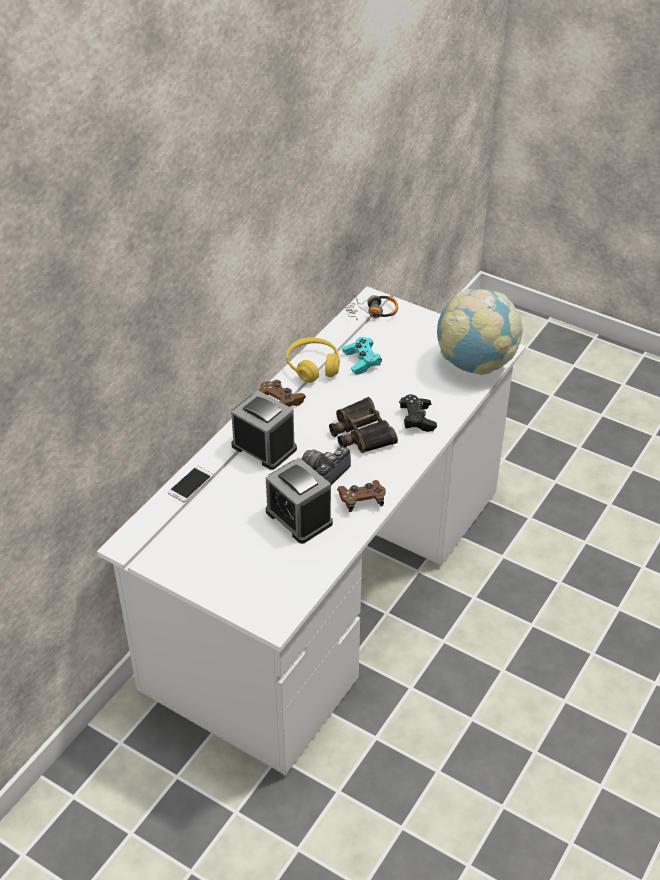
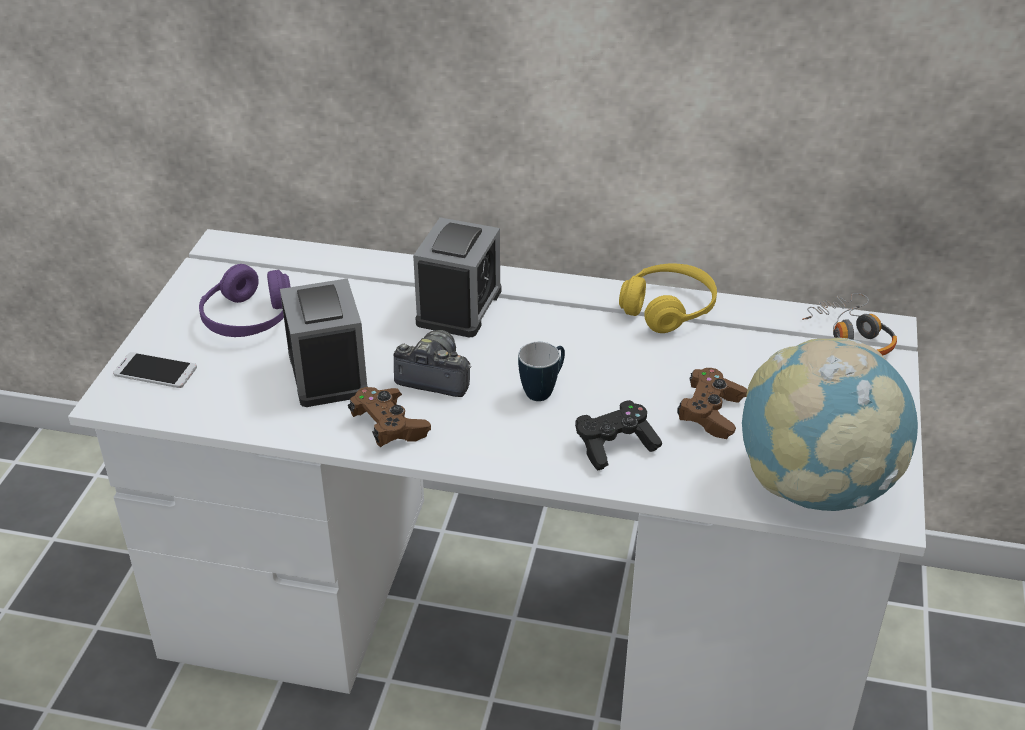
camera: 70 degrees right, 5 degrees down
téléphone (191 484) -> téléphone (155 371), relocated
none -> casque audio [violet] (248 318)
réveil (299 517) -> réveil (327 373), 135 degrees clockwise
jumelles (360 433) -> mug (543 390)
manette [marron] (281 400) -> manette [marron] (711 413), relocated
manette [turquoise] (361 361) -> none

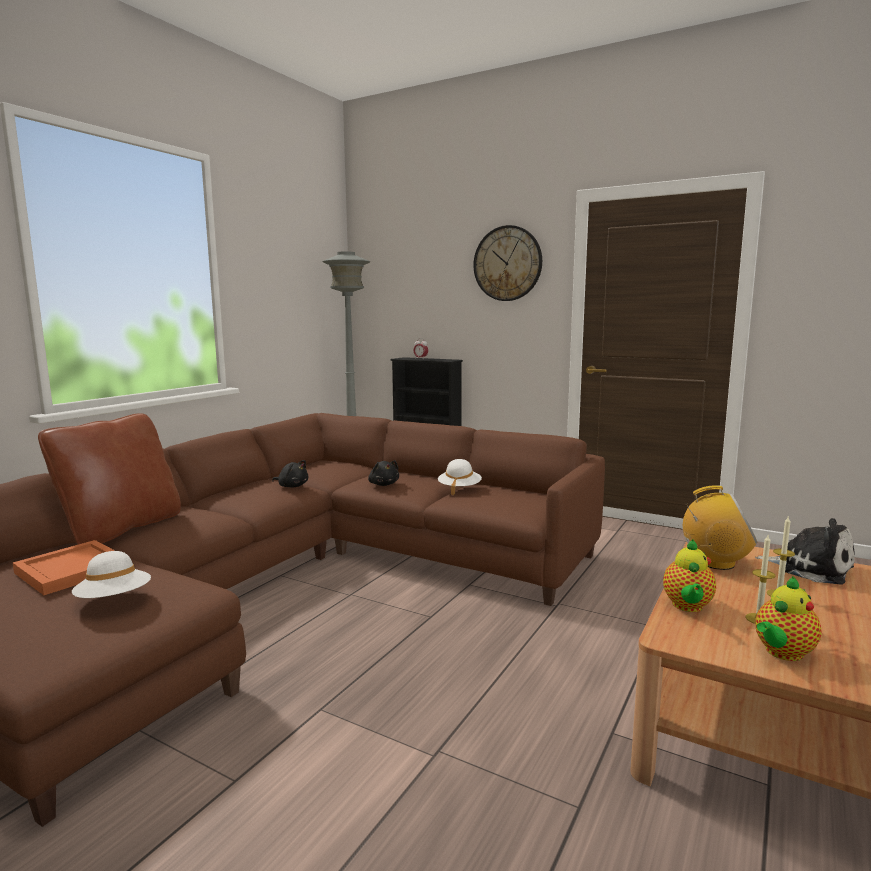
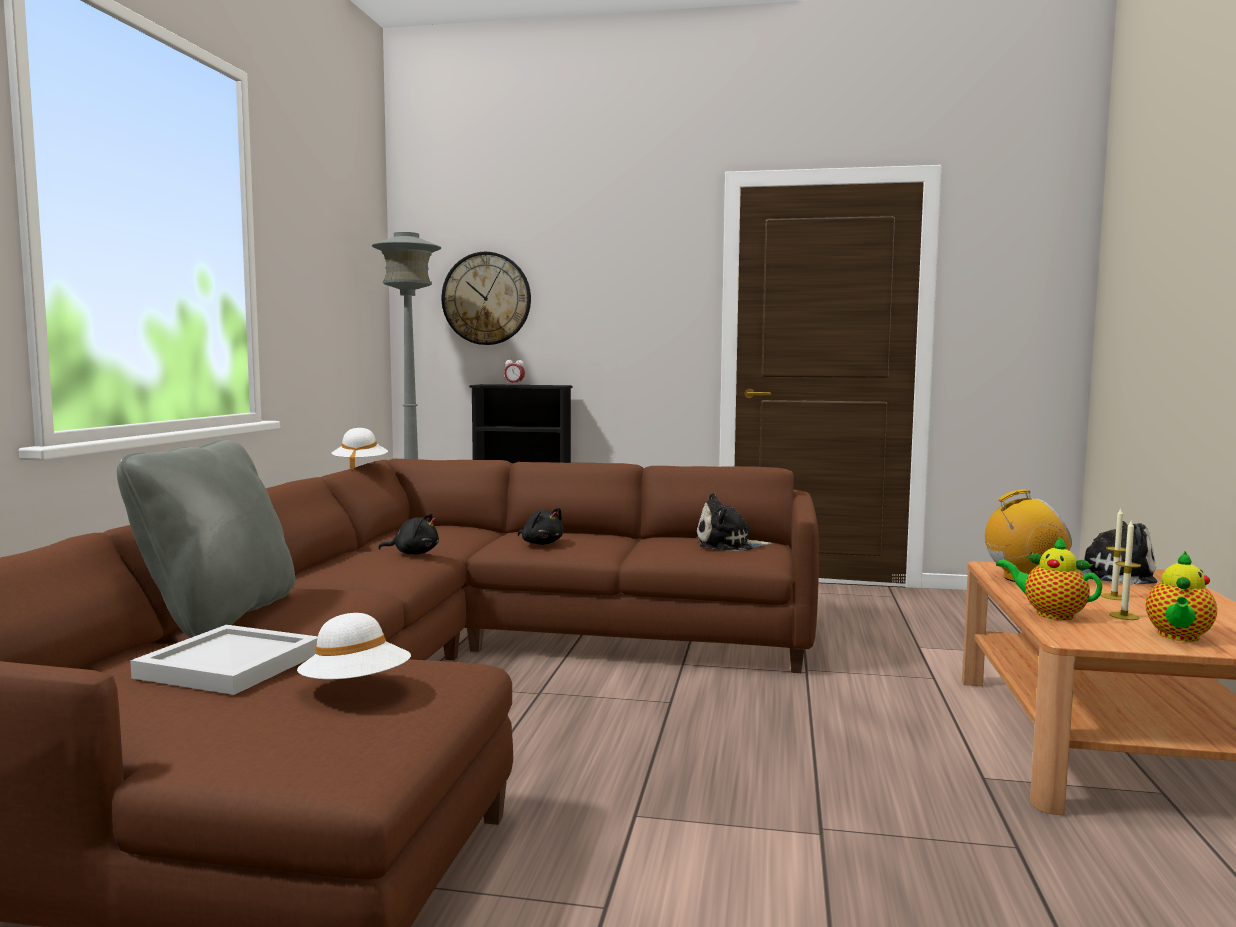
camera: 20 degrees left, 5 degrees down
coussin [marron] (121 528) -> coussin [gris] (218 617)
plateau [orange] (74 570) -> plateau [blanc] (233 664)
chapeau [blanc] (459 489) -> chapeau [blanc] (360 466), relocated
horloge murale (507 263) -> horloge murale (486 298), relocated
none -> peluche (728 545)
théière (687 606) -> théière (1050 614), 135 degrees clockwise

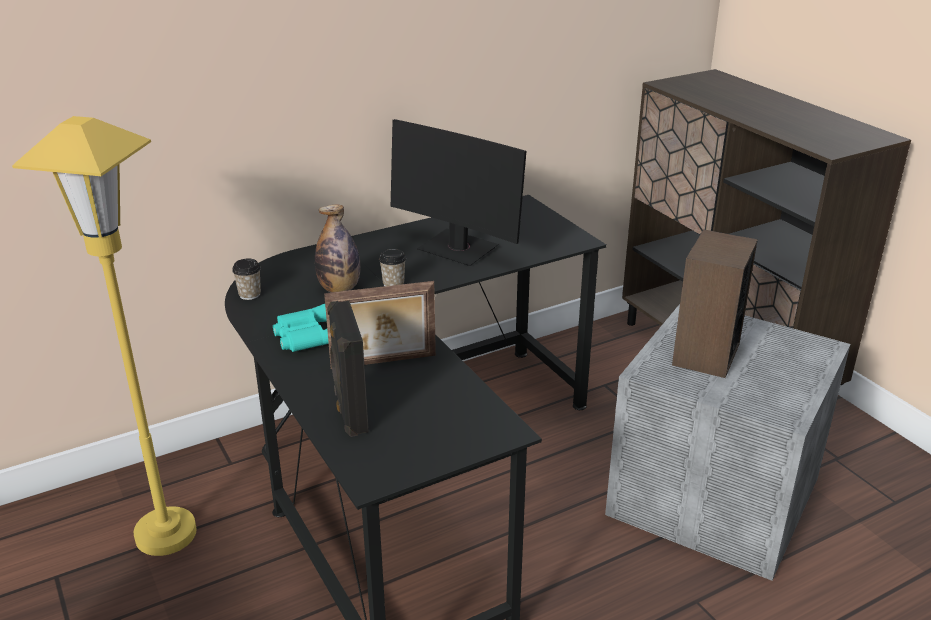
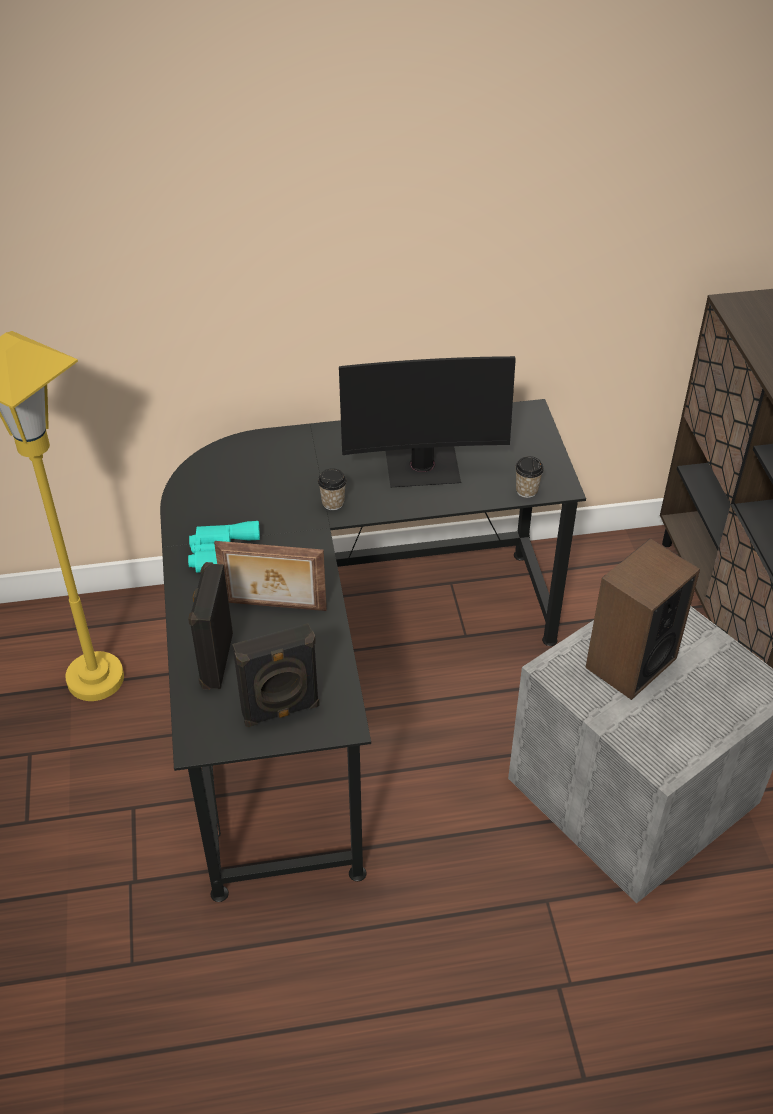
camera: 20 degrees right, 15 degrees up
none -> enceinte [noir] (281 711)
écran d'ordinateur (458 249) -> écran d'ordinateur (422 468), 60 degrees counterclockwise
tasse (249 294) -> tasse (526 490), relocated
bouteille (339 289) -> none

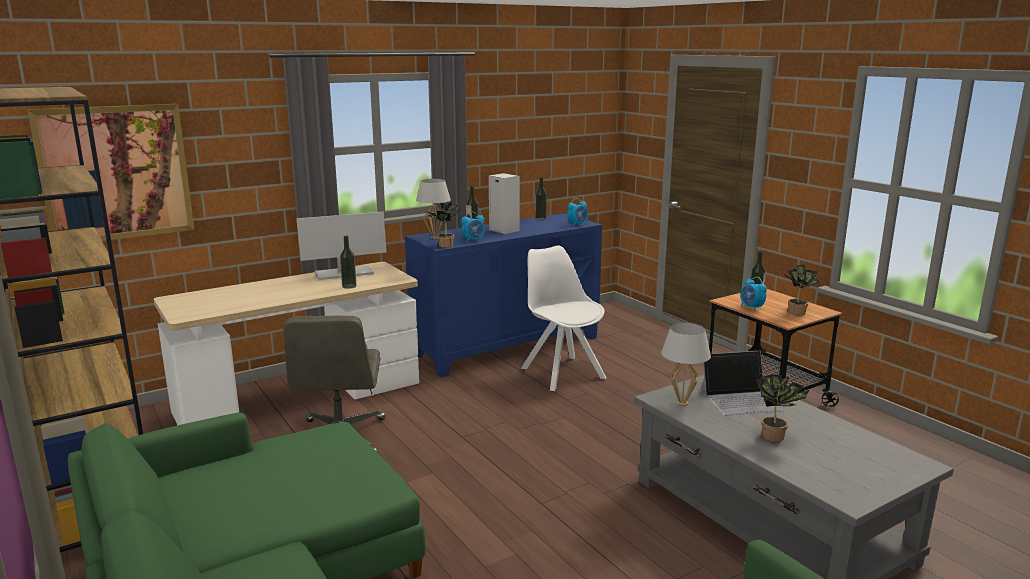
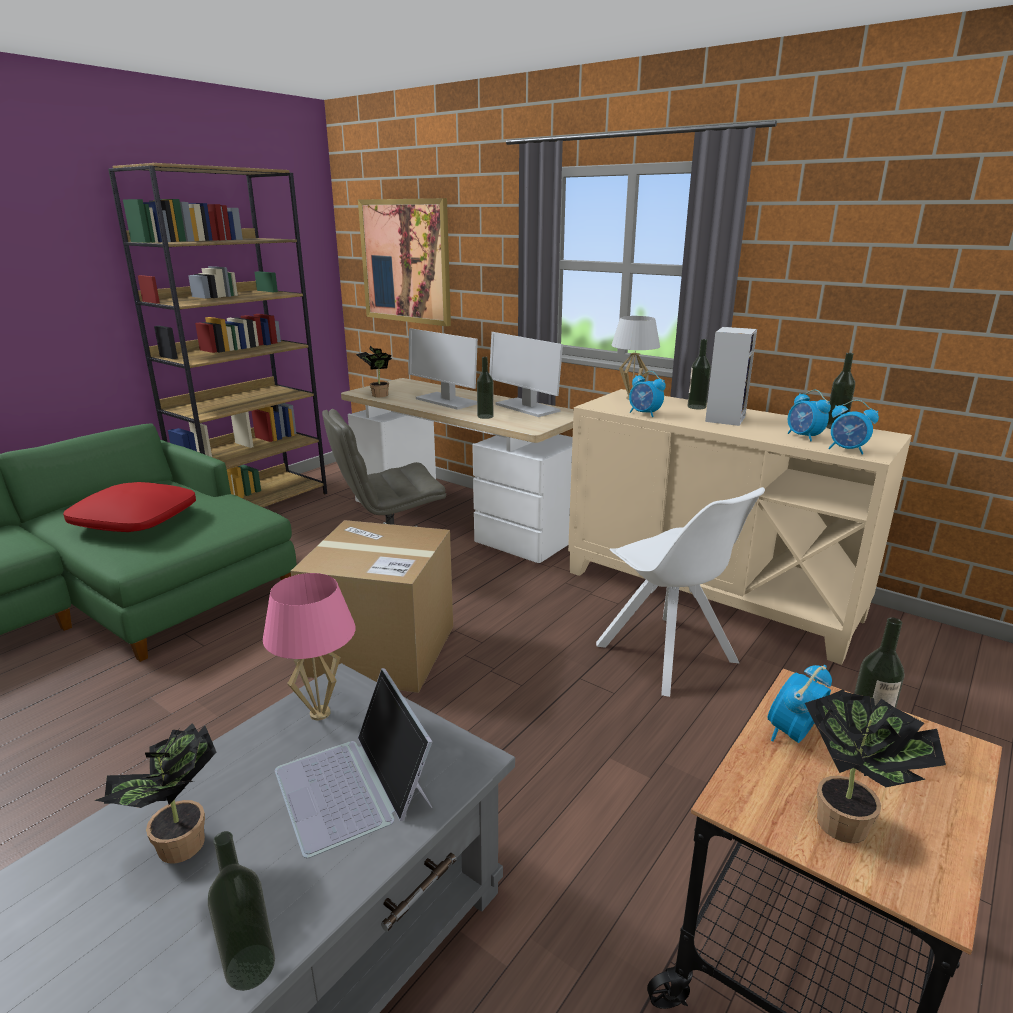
camera: 70 degrees right, 5 degrees up
none -> coussin [rouge] (136 520)
none -> bouteille (250 966)
lampe de table [blanc] (682 403) -> lampe de table [rose] (320 713)
none -> carton (383 650)
plante en pot (444 246) -> plante en pot (377 395), relocated
none -> écran d'ordinateur (446 401)
meuble de rangement [bleu] (506 346) -> meuble de rangement [beige] (710 593)
chaise [blanc] (561 372) -> chaise [blanc] (668 655), 105 degrees clockwise
none -> réveil (804 437)

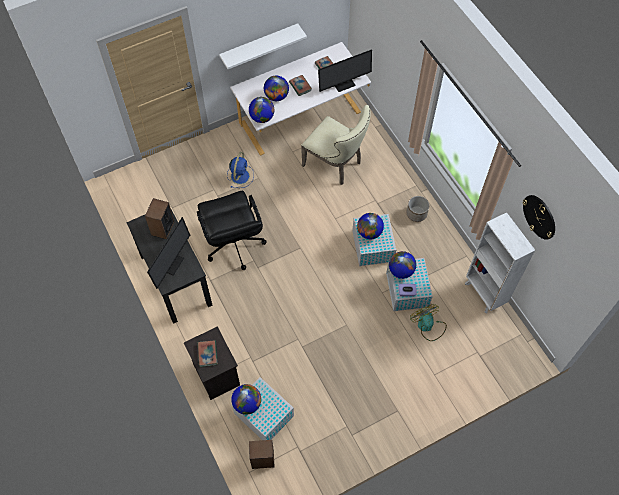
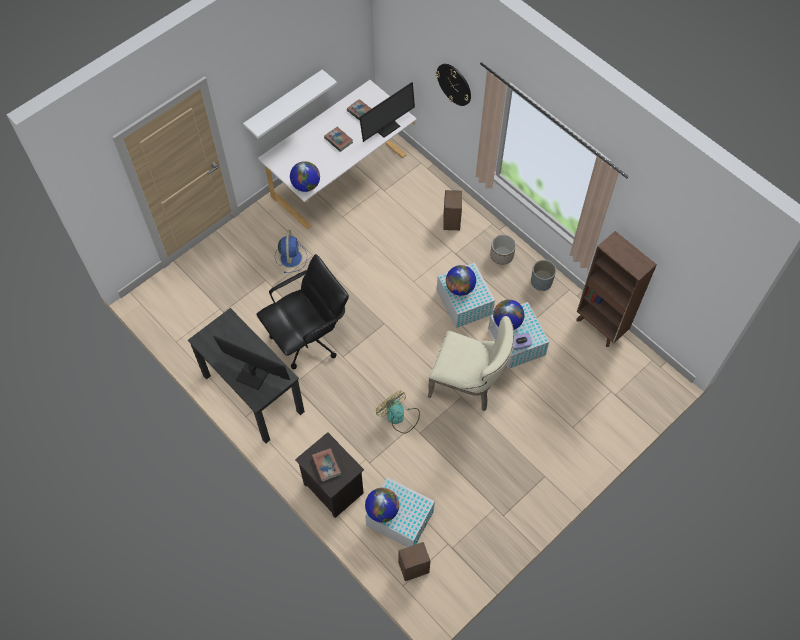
camera: 15 degrees left, 0 degrees up
écran d'ordinateur (170 263) -> écran d'ordinateur (253 374), 75 degrees counterclockwise
chaise de bureau [noir] (234 245) -> chaise de bureau [noir] (308 338), 90 degrees counterclockwise
ventilateur (428 326) -> ventilateur (399 417), relocated
chaise [beige] (335 164) -> chaise [beige] (469 385), relocated
horloge murale (539 216) -> horloge murale (454 84), relocated
enceinte (162 228) -> enceinte (451 221), relocated
none -> cache-pot [gris] (541 282)
bibliothèque [blanc] (484 294) -> bibliothèque [marron] (600 327)
globe (276 96) -> none

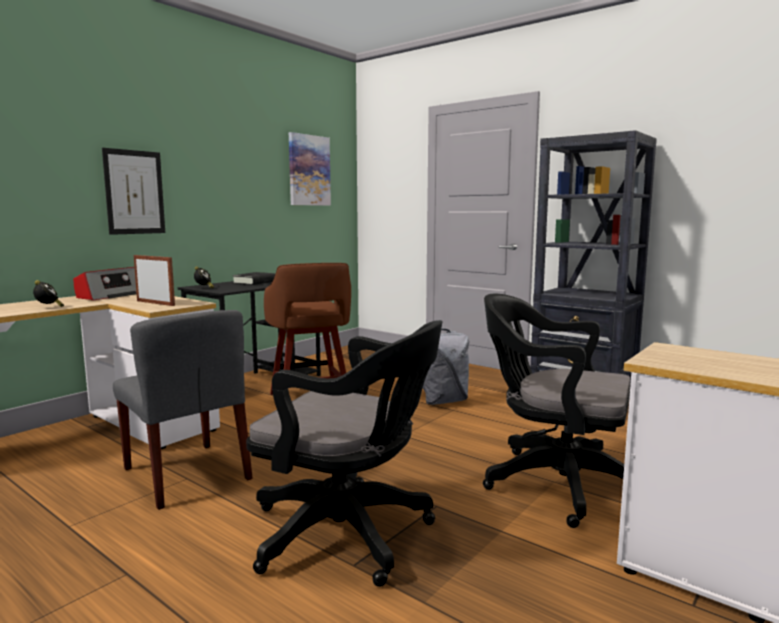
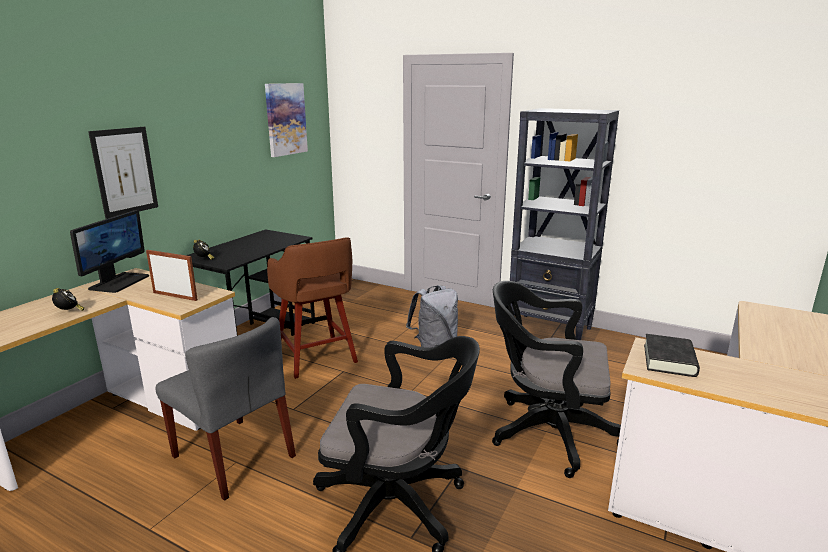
camera: 10 degrees left, 10 degrees up
radio (111 295) -> écran d'ordinateur (119 282)
livre [noir] (254 282) -> livre [noir] (669 360), relocated

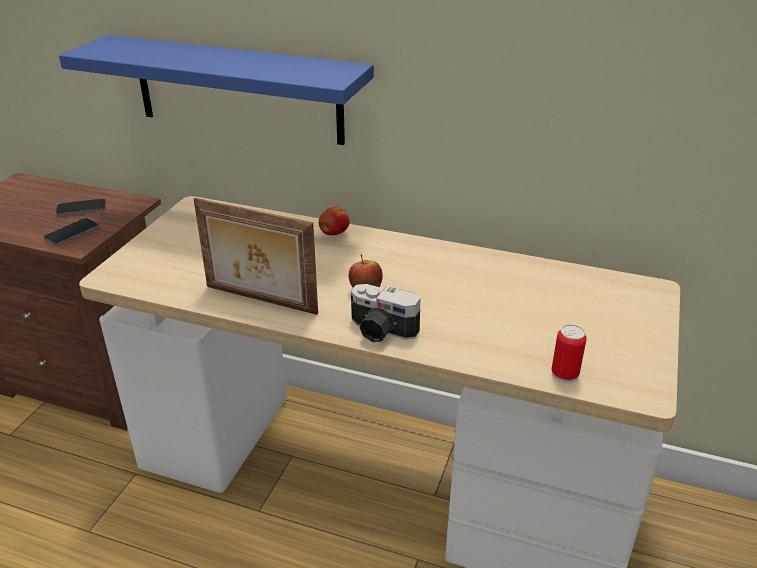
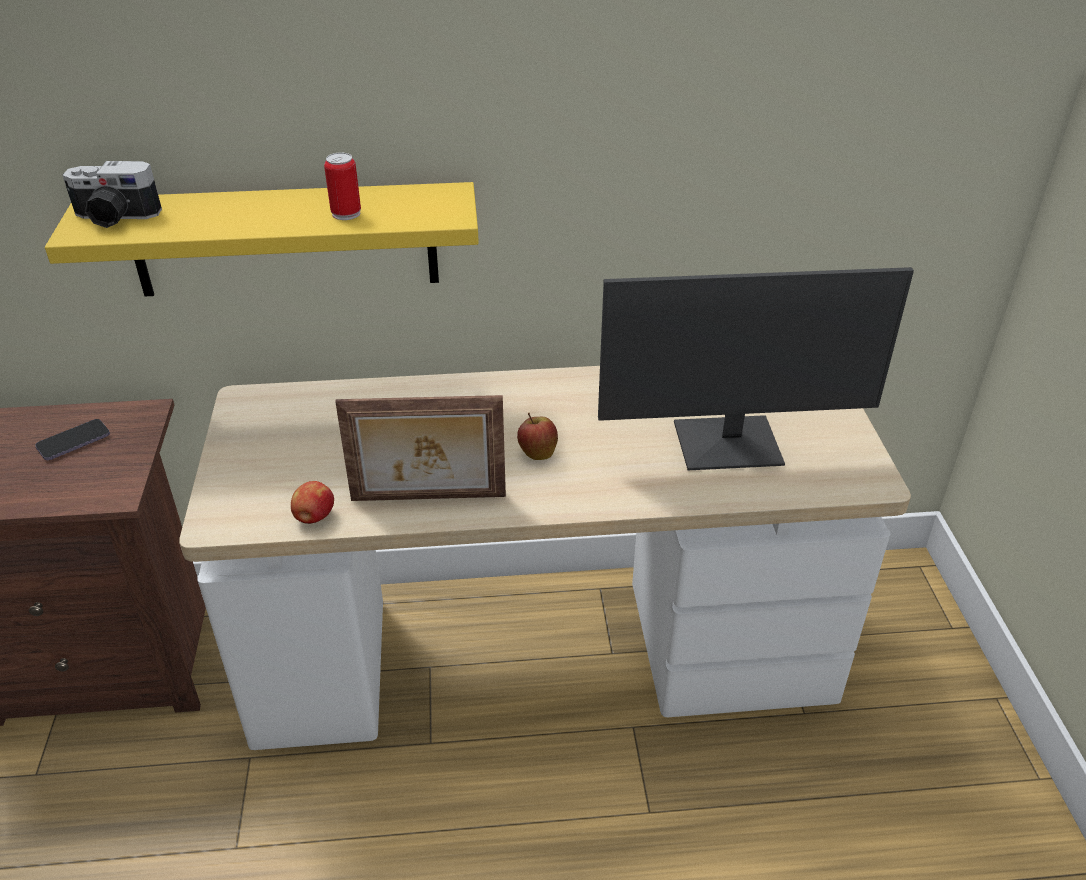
camera: 25 degrees left, 5 degrees up
étagère [bleu] (237 90) -> étagère [jaune] (285 240)
appareil photo (380 331) -> appareil photo (115 218), relocated
pomme (333 233) -> pomme (314 517), relocated
boîte métallique (564 374) -> boîte métallique (346 213), relocated
none -> écran d'ordinateur (729 445)
téléphone (72 233) -> none

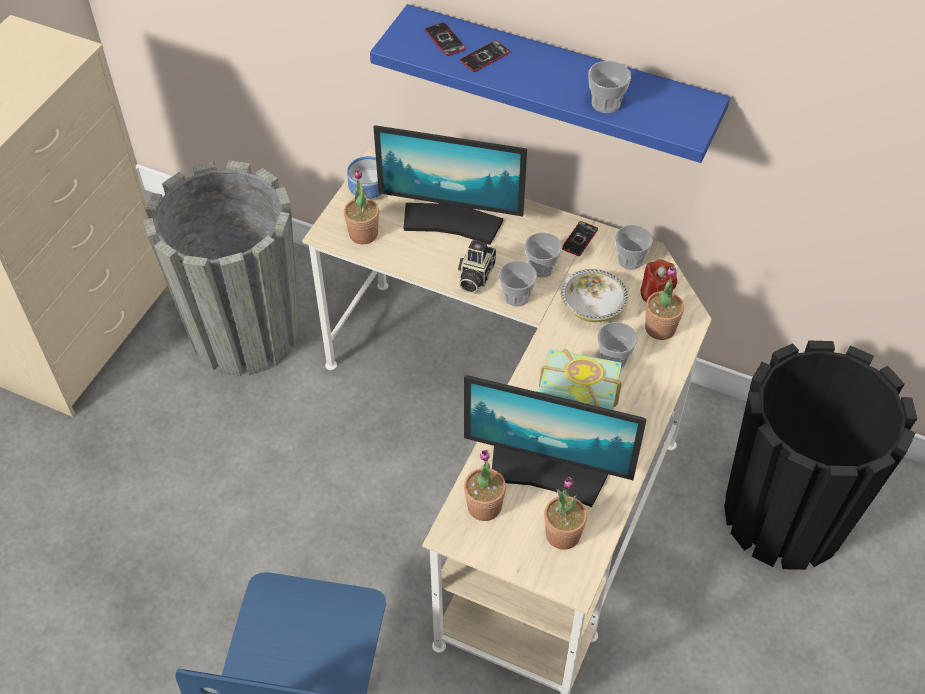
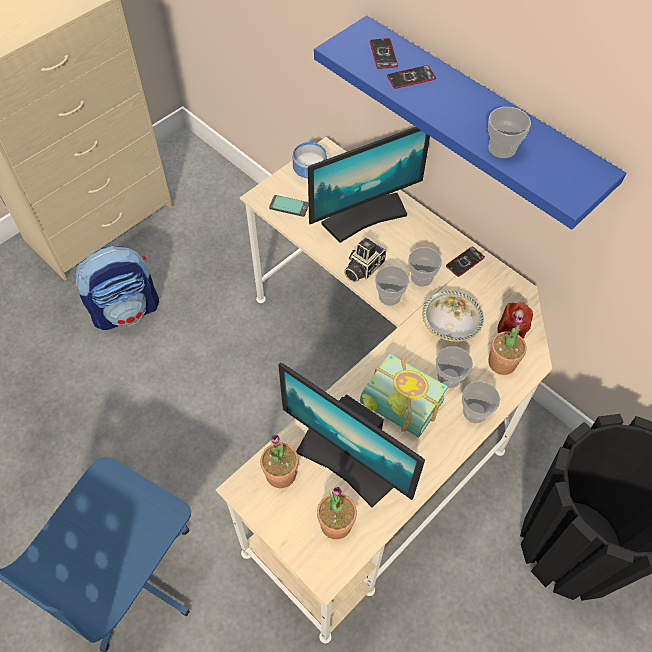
camera: 20 degrees right, 5 degrees up
none -> sac à dos (127 310)
plante en pot (363 234) -> téléphone (289 206)
écran d'ordinateur (451 221) -> écran d'ordinateur (364 216), 60 degrees counterclockwise
tasse (630 260) -> tasse (475 412), relocated
cache-pot [gris] (245 332) -> none

